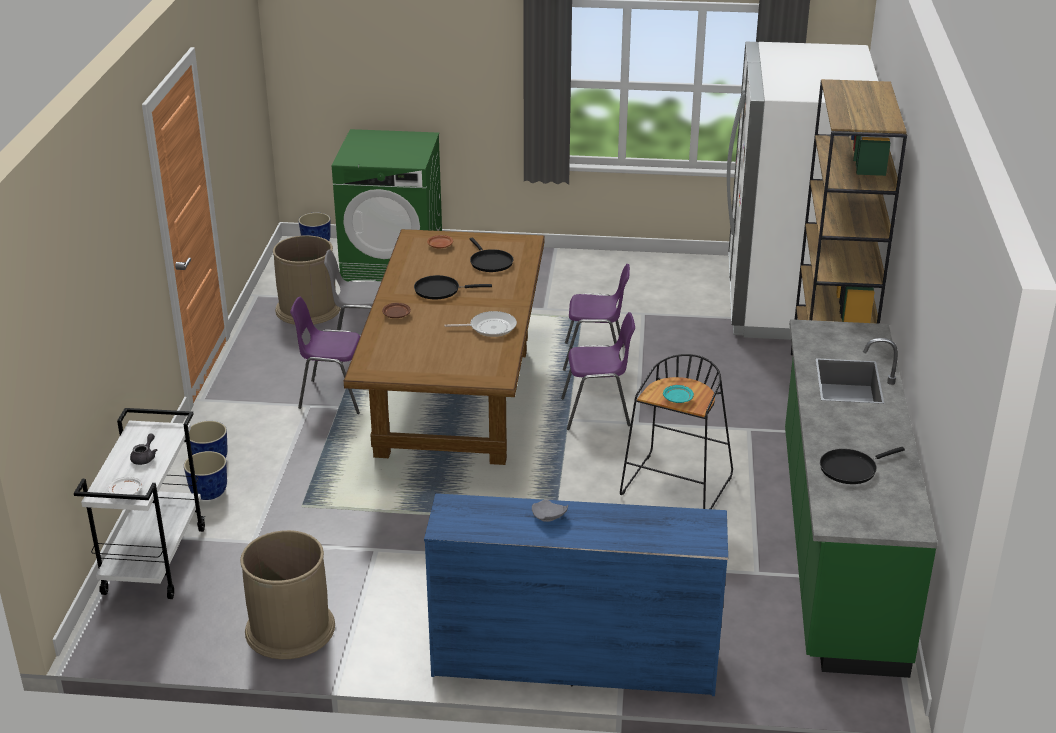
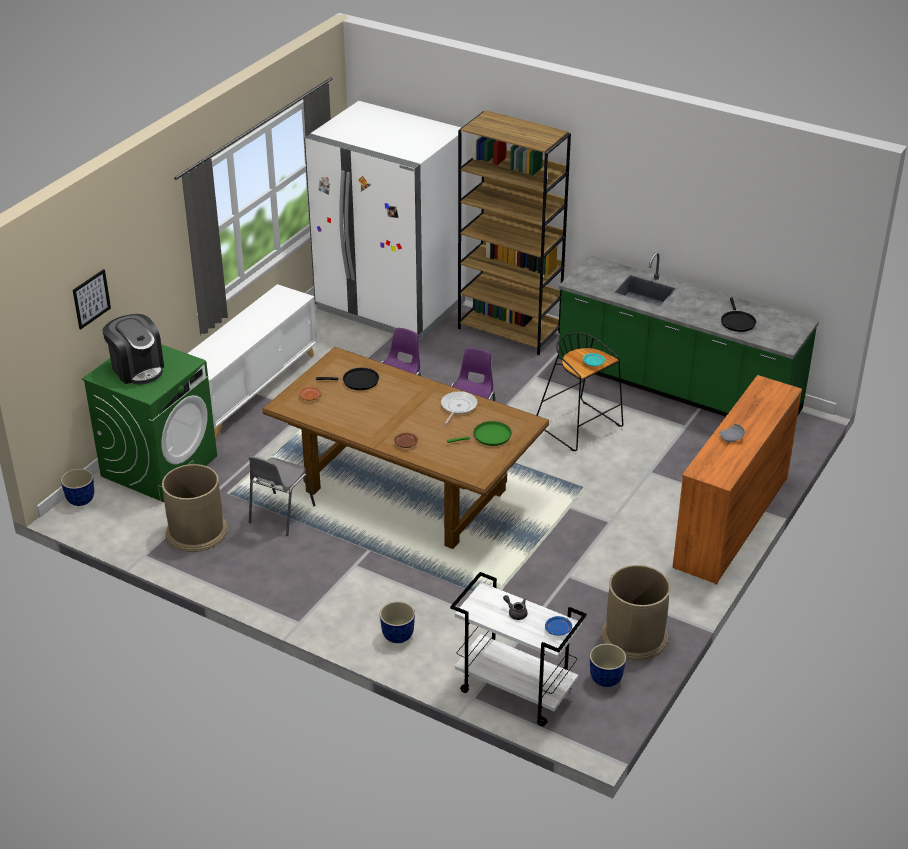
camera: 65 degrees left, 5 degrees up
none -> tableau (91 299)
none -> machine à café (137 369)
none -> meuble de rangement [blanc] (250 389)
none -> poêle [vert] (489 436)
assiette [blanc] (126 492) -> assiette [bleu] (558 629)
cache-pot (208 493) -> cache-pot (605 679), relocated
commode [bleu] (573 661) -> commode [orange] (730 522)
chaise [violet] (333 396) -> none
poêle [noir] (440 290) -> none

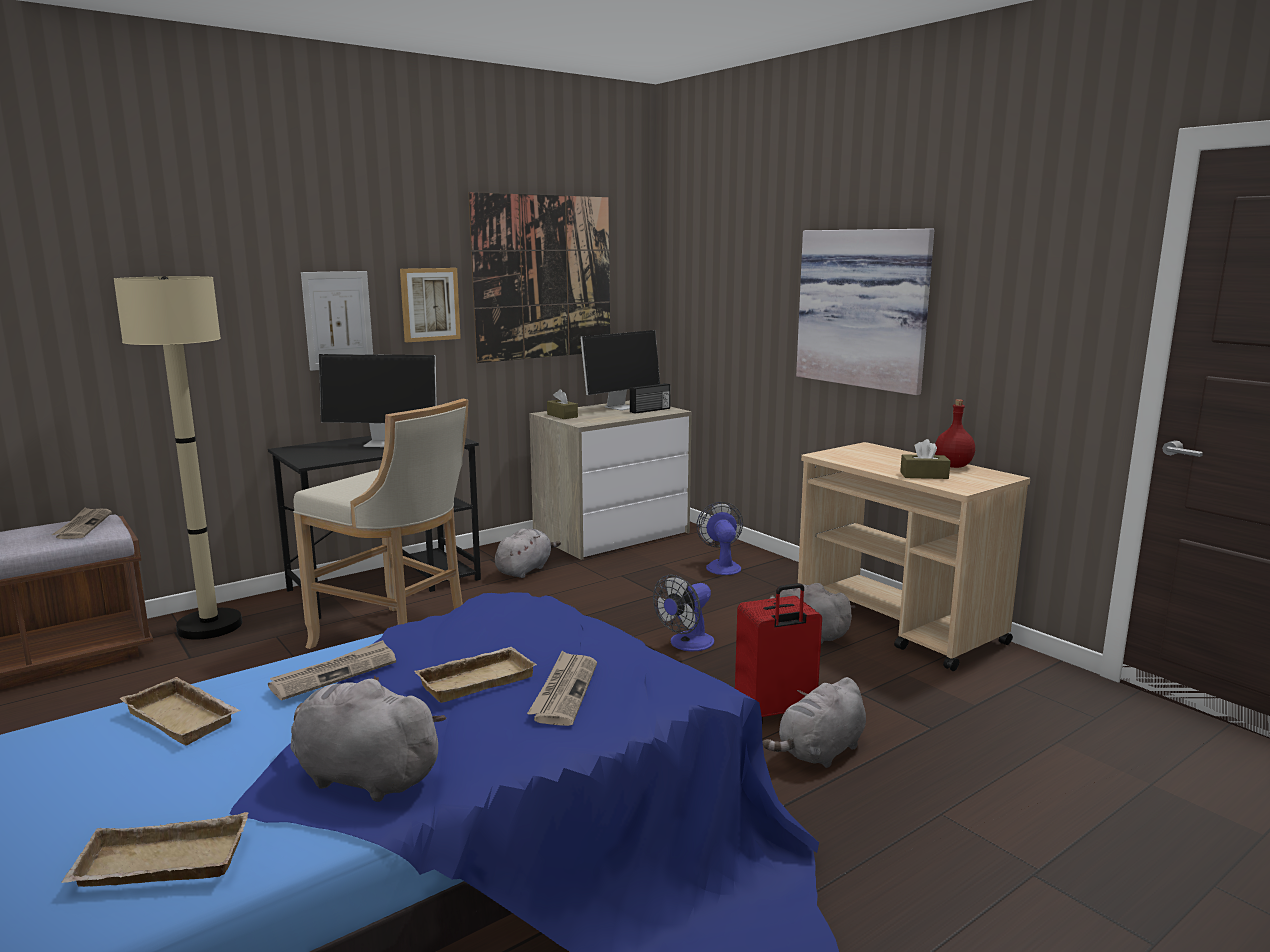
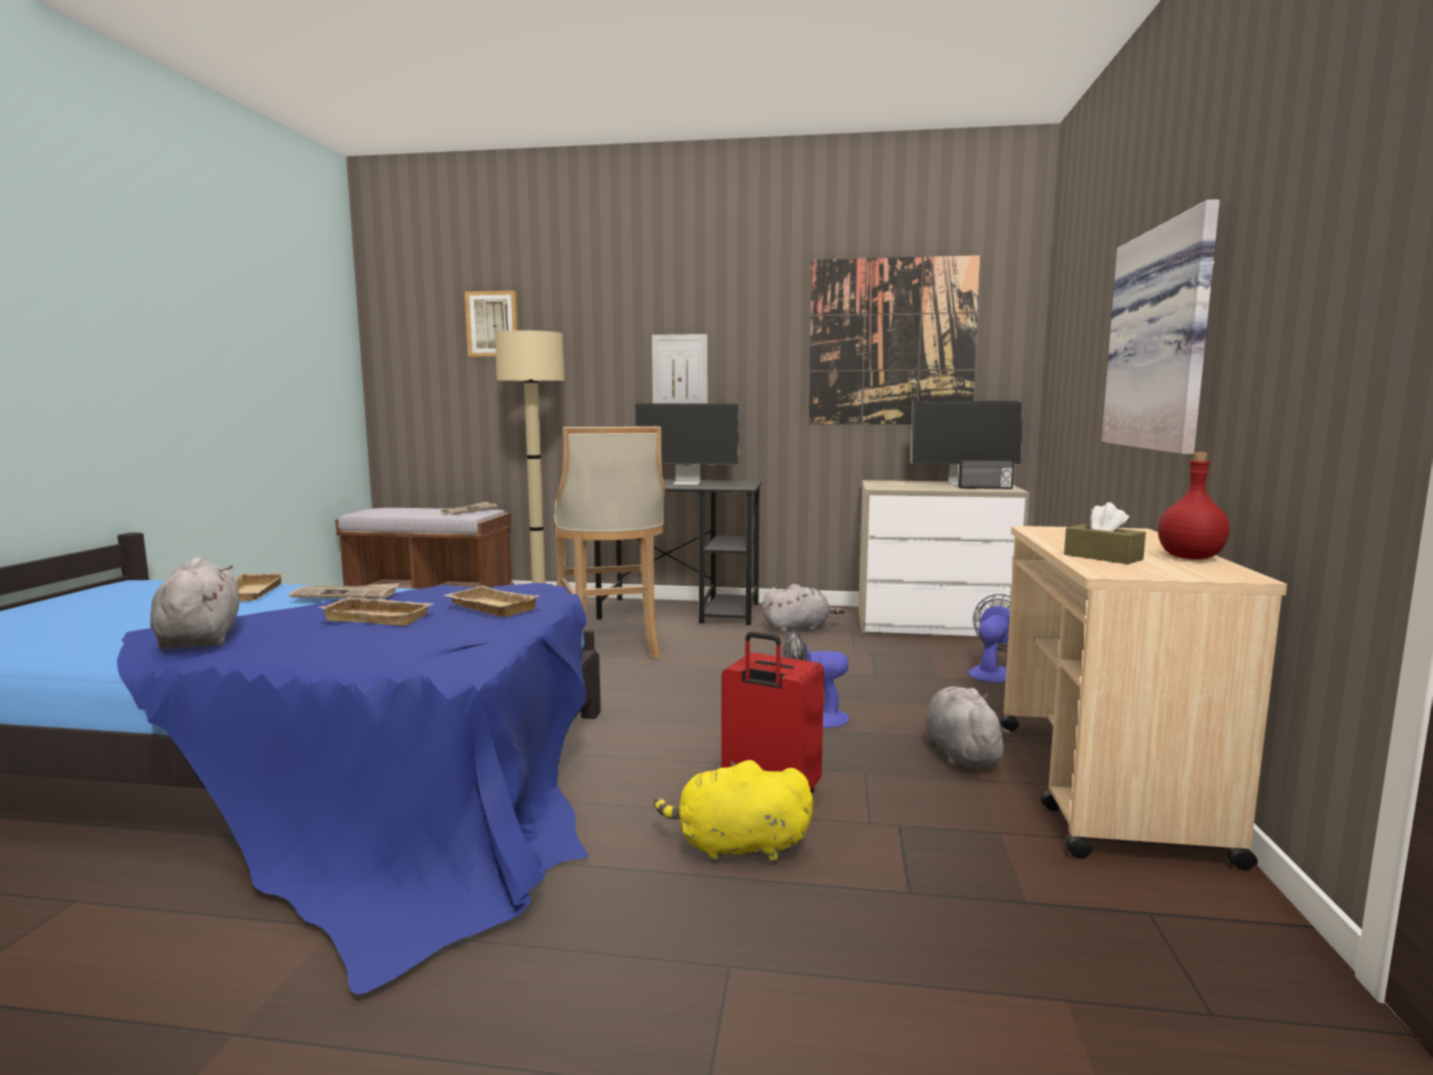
camera: 45 degrees right, 5 degrees down
plateau [beige] (158 866) -> plateau [beige] (489 608), relocated
tableau (429 304) -> tableau (493 324), relocated
écran d'ordinateur (383 443) -> écran d'ordinateur (688 483), 45 degrees counterclockwise
peluche [gris] (820 752) -> peluche [jaune] (737 848)
journal (564 691) -> none
boîte à mouchoirs [marron] (562 416) -> none

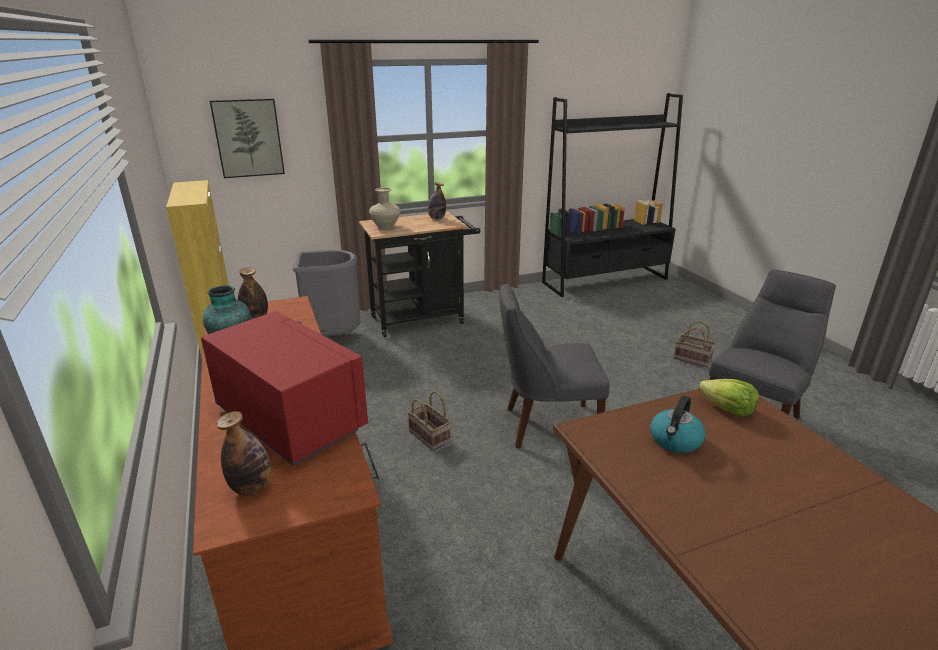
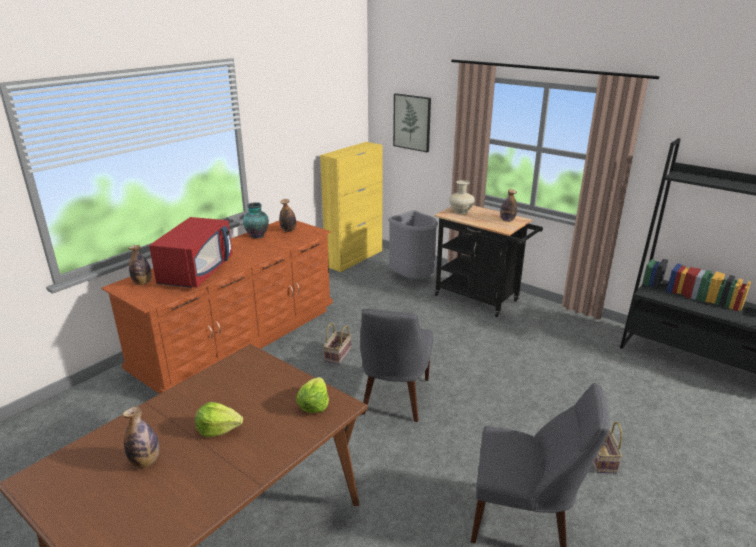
camera: 60 degrees right, 0 degrees up
none -> bouteille (145 461)
none -> laitue (218 429)
chaise [gris] (546 426) -> chaise [gris] (394 398), 135 degrees counterclockwise
bouilloire (675 441) -> none

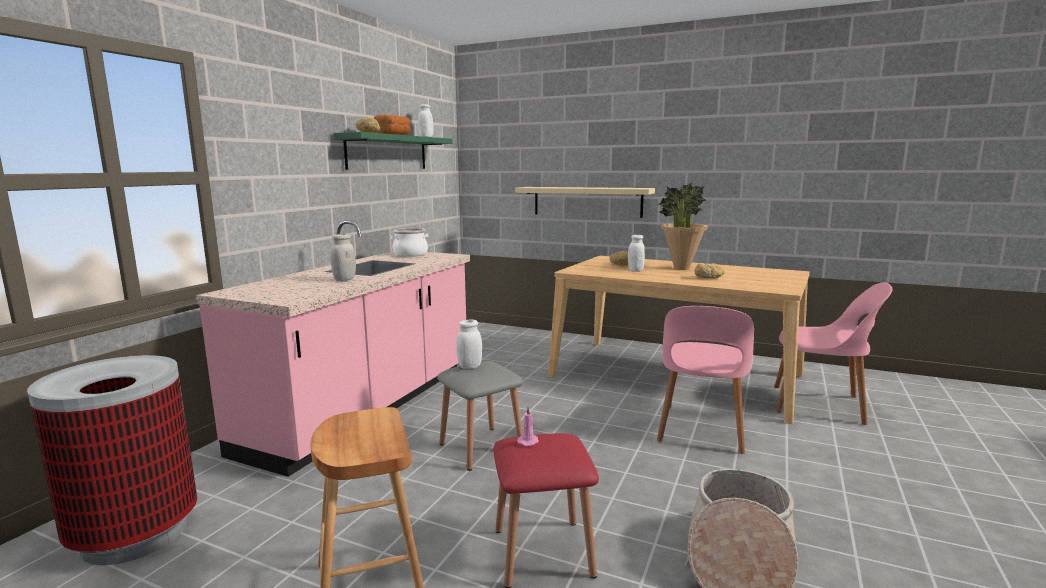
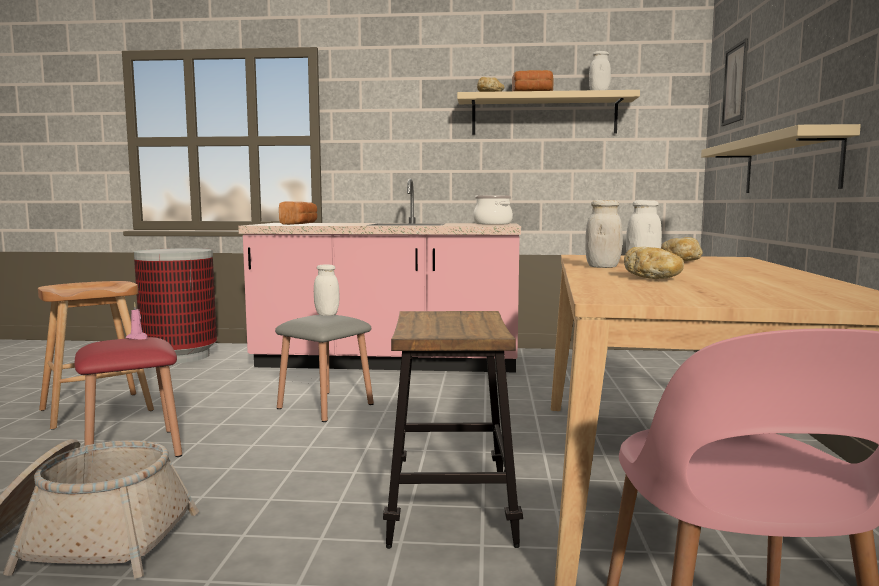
camera: 70 degrees right, 5 degrees down
none -> pain (300 224)
chaise [rose] (700 430) -> tabouret (450 510)
étagère [vert] (387 152) -> étagère [beige] (544 115)
bocal [blanc] (344 279) -> bocal [blanc] (602 267), relocated
none -> tableau (735 84)
plante en pot (681 268) -> none

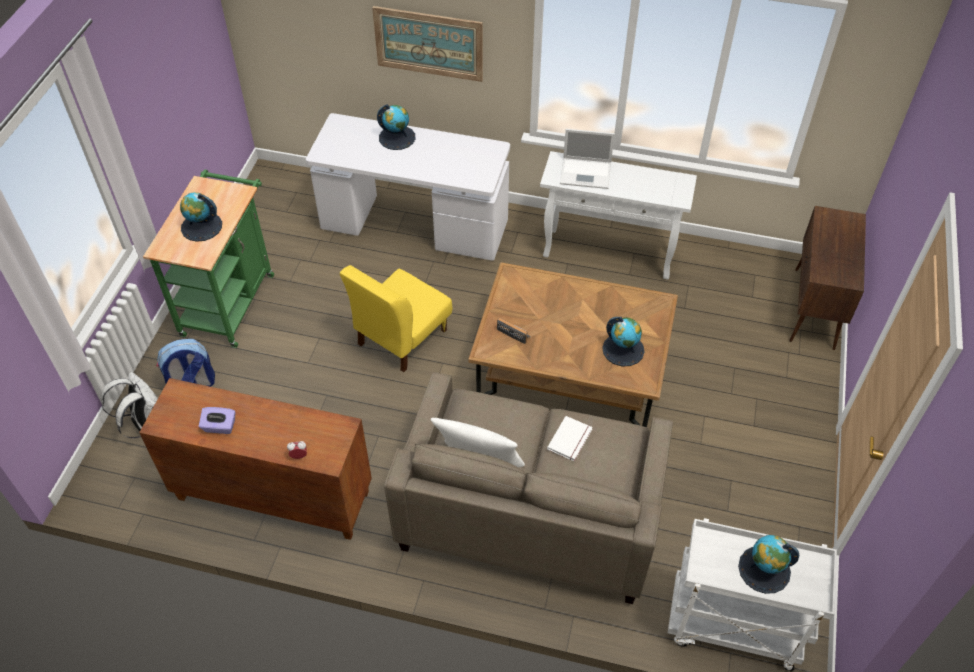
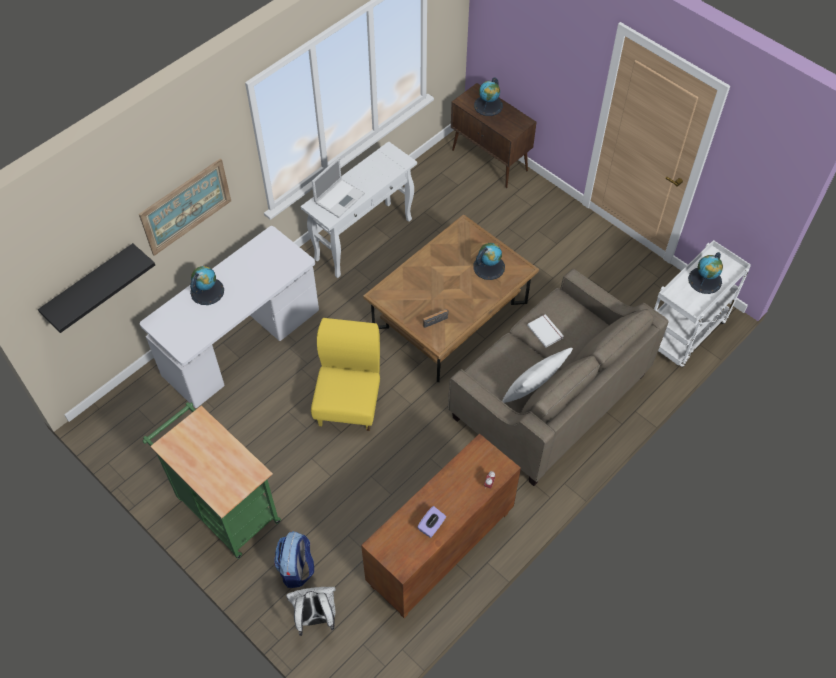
camera: 60 degrees left, 5 degrees up
none -> étagère [noir] (90 285)
chaise [jaune] (401 337) -> chaise [jaune] (349 403), 150 degrees counterclockwise
globe (201 226) -> globe (488 105), relocated

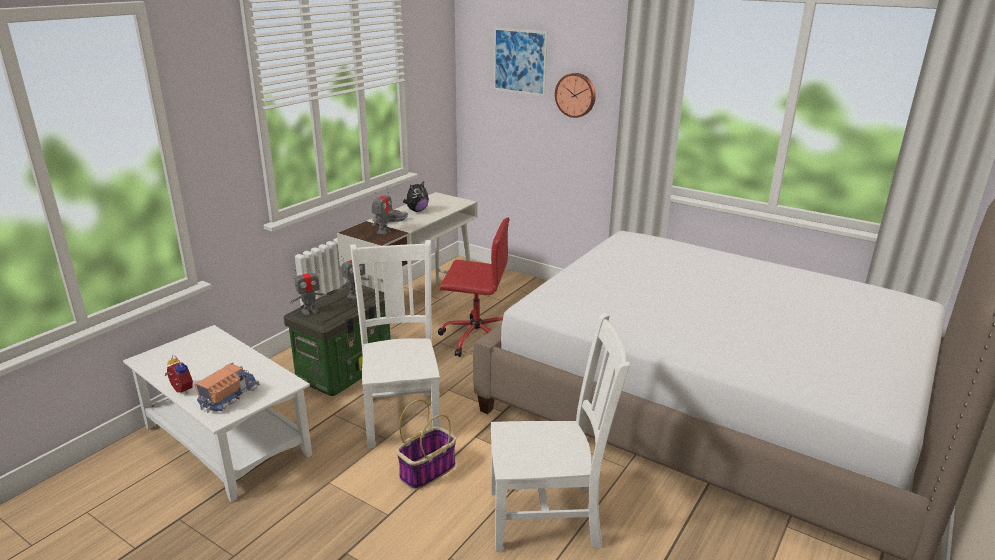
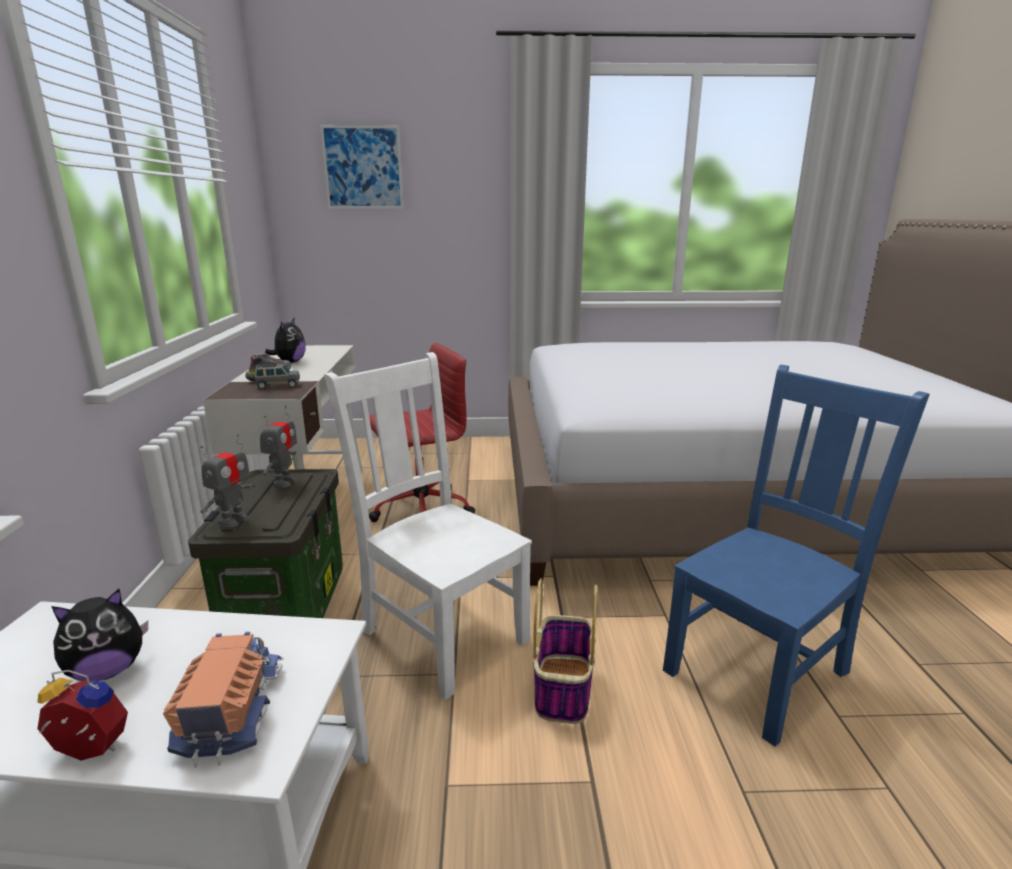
camera: 35 degrees left, 5 degrees down
none -> peluche (108 671)
robot jouet (383 231) -> petite voiture [gris] (277 386)
chaise [blanc] (548 517) -> chaise [bleu] (760 669)
horloge murale (576 95) -> none

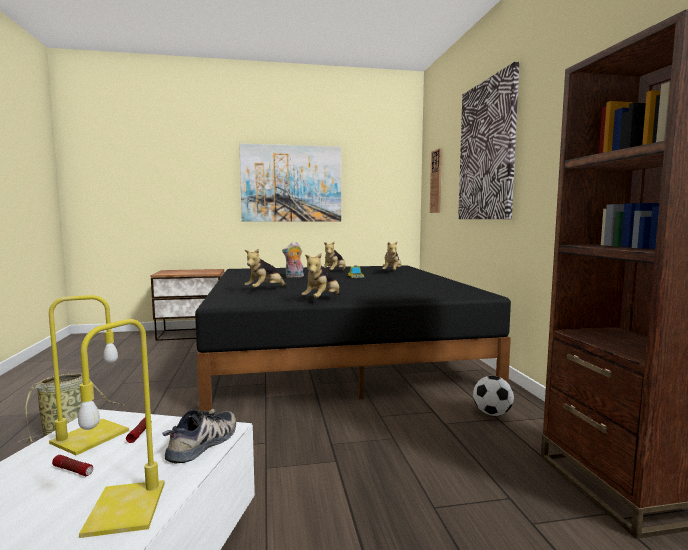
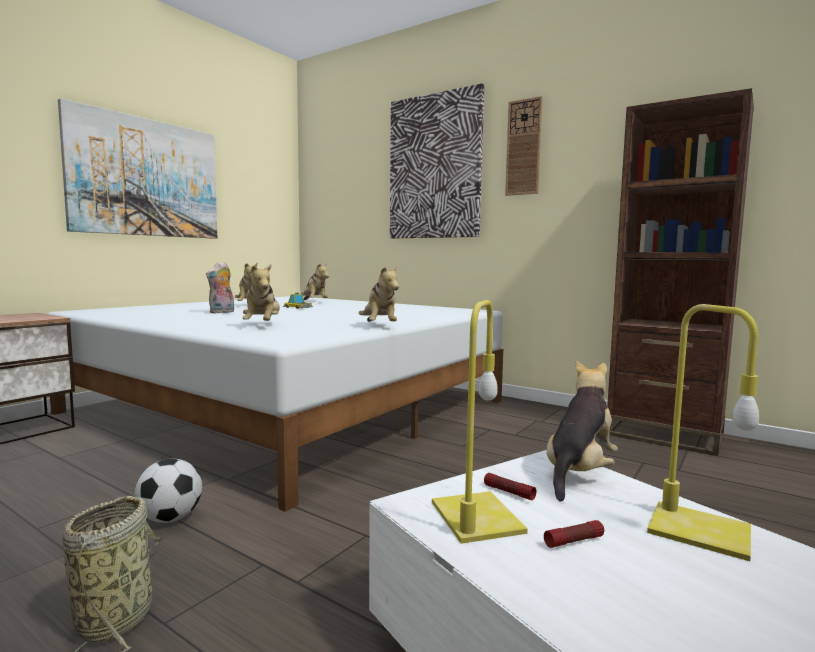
camera: 45 degrees left, 0 degrees up
lit [noir] (337 352) -> lit [blanc] (291 406)
ballon de foot (492 413) -> ballon de foot (170 519), relocated
horloge murale (436 181) -> horloge murale (523 147), relocated
chaussure (204 443) -> peluche (579 472)

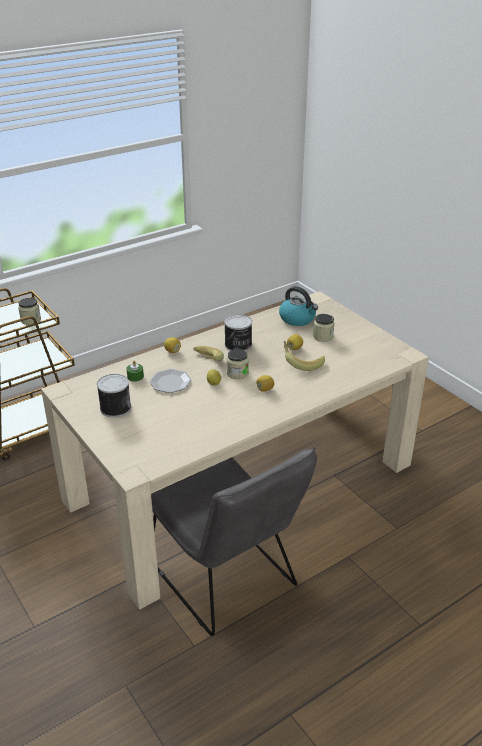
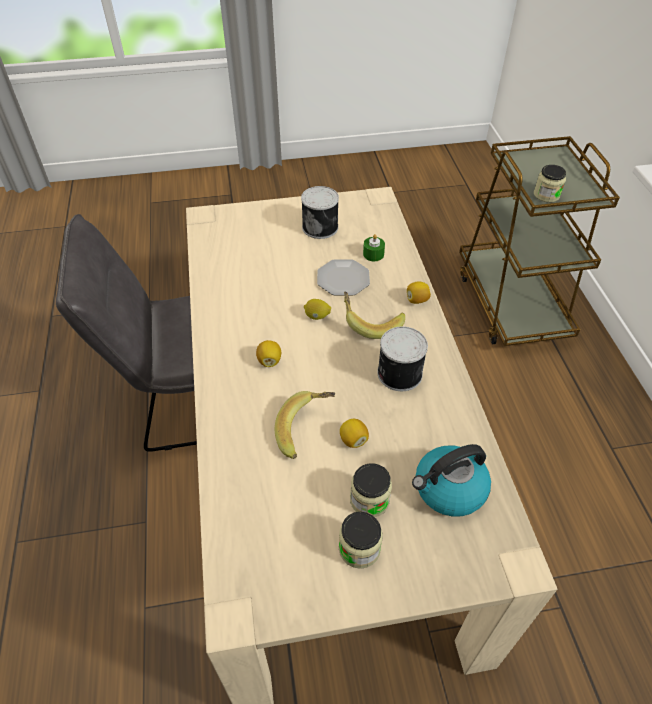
camera: 115 degrees right, 15 degrees up
bocal (237 373) -> bocal (359 548), relocated

